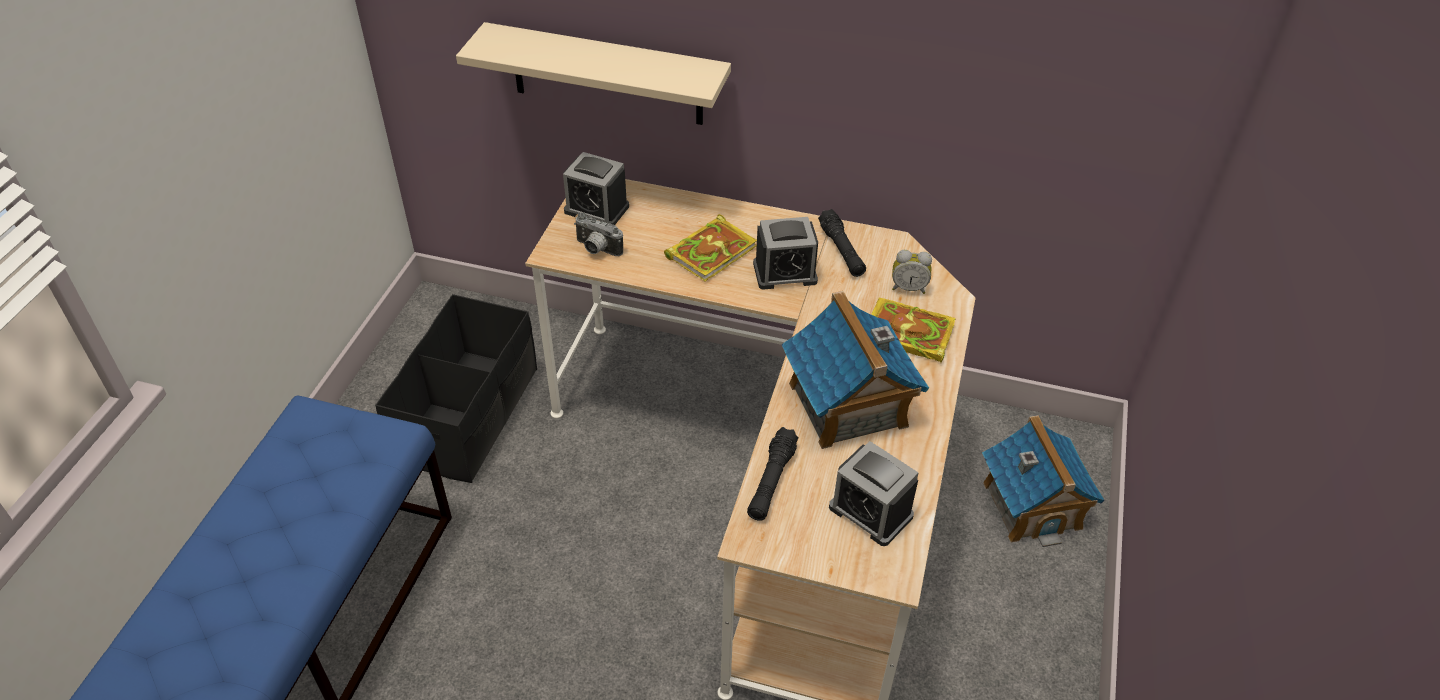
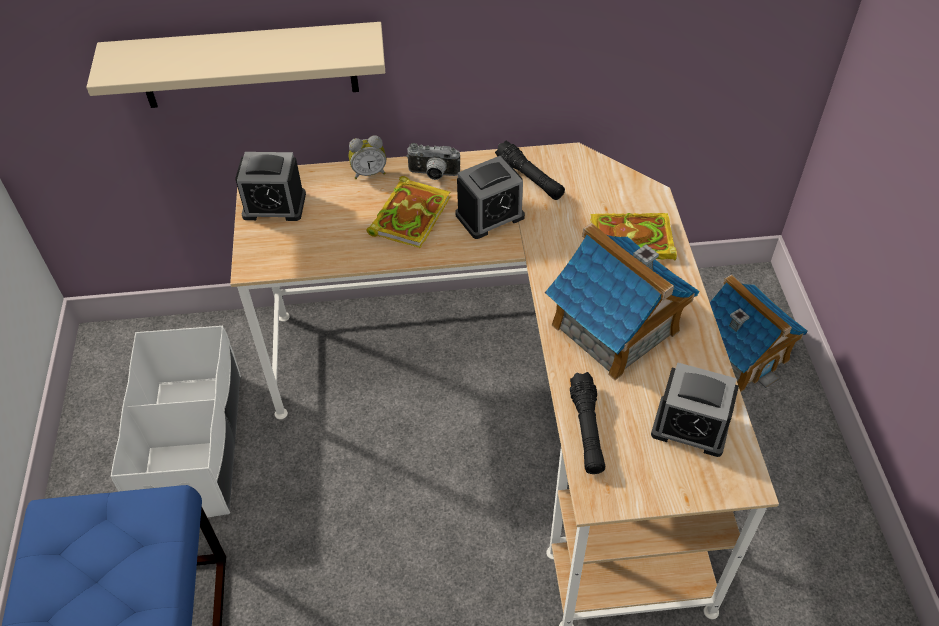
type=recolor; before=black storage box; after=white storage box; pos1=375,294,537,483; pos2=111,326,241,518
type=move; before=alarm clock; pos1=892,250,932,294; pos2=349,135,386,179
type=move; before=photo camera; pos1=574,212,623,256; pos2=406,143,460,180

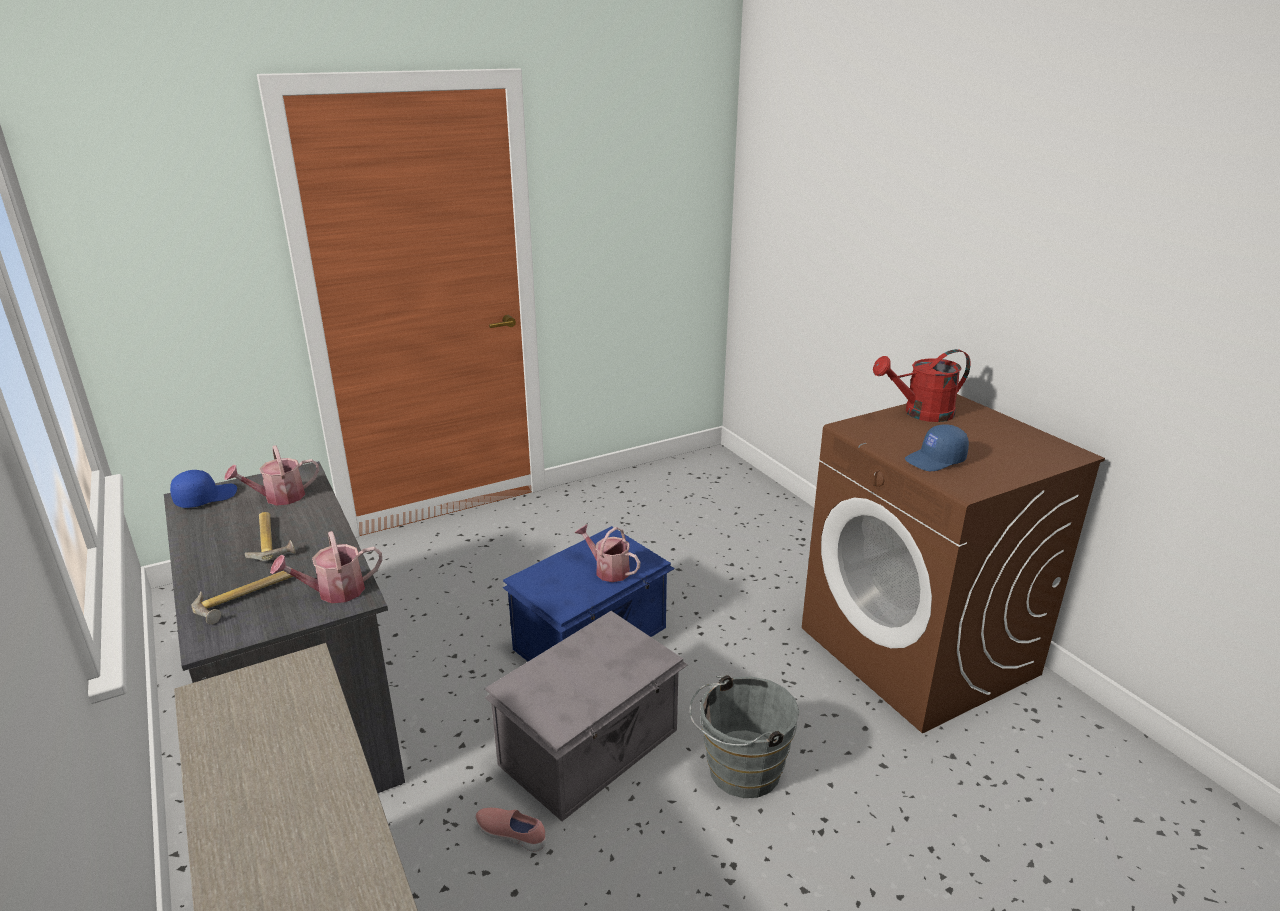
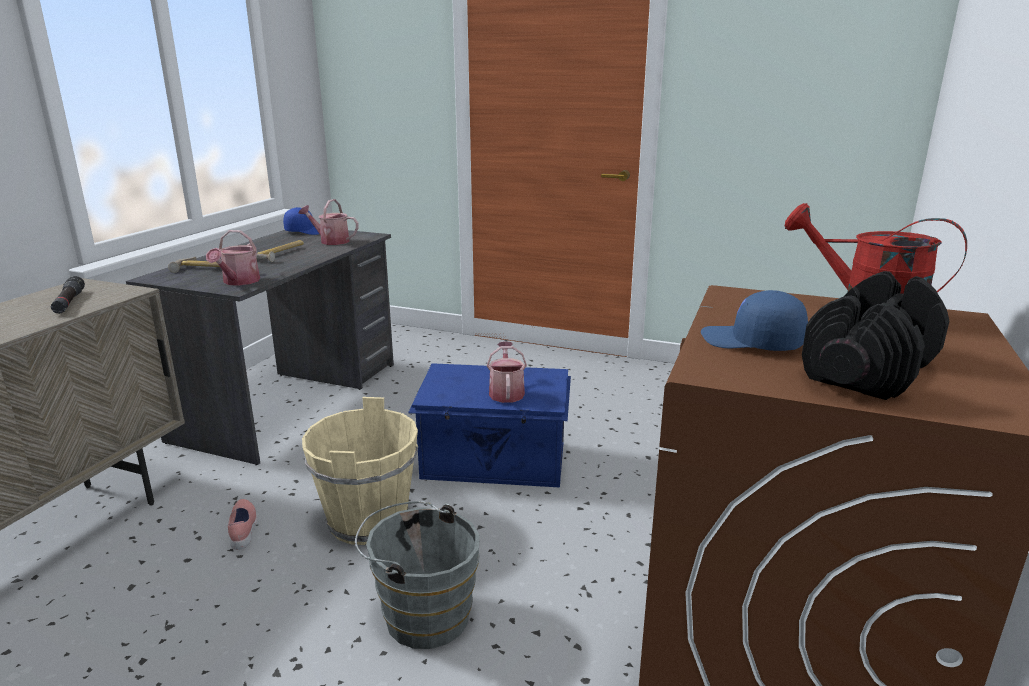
type=insert; after=black flashlight; pos2=51,276,85,314
type=rotate; before=watering can; pos1=270,531,382,603; pos2=206,230,260,286; turn=-105
type=replace; before=grey storage box; after=beige bucket; pos1=485,611,688,821; pos2=302,397,418,545
type=insert; after=black dumbbell; pos2=802,271,949,400

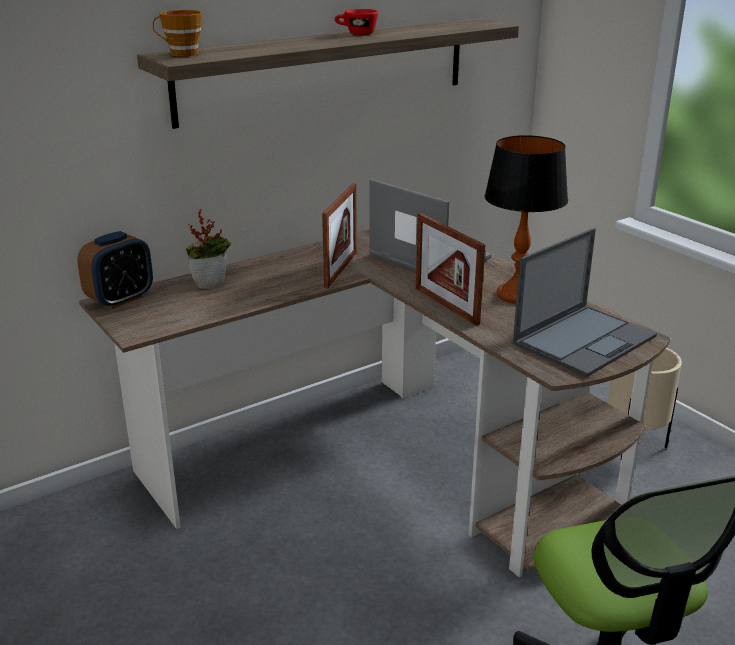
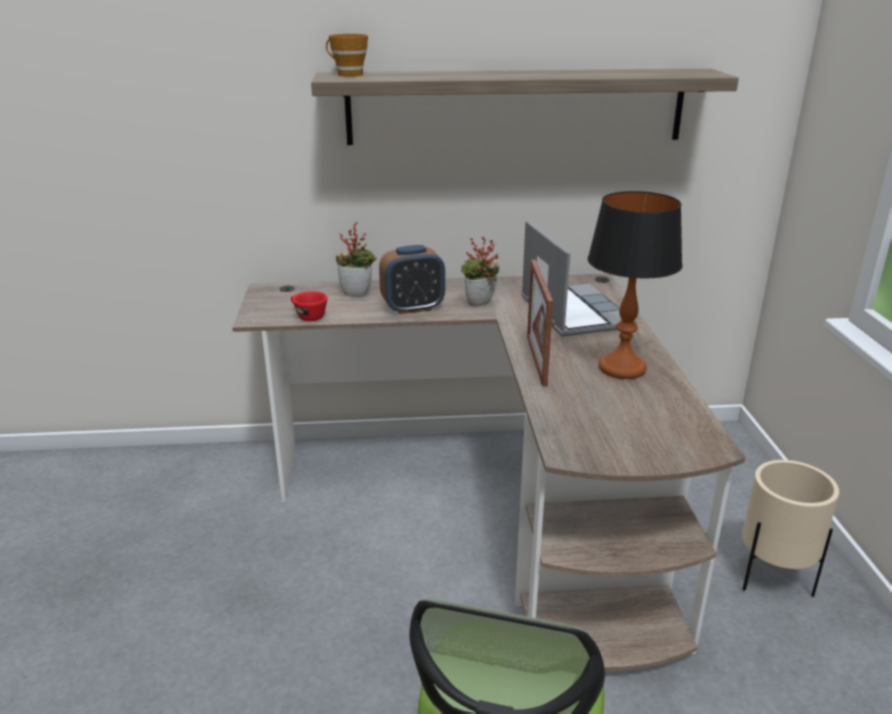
type=move; before=red cup; pos1=335,9,378,35; pos2=291,291,327,321
type=move; before=alarm clock; pos1=77,231,153,309; pos2=379,245,445,314
type=replace; before=picture frame; after=potted plant; pos1=322,183,357,288; pos2=461,236,499,306
type=delete; before=laptop; pos1=513,228,657,377

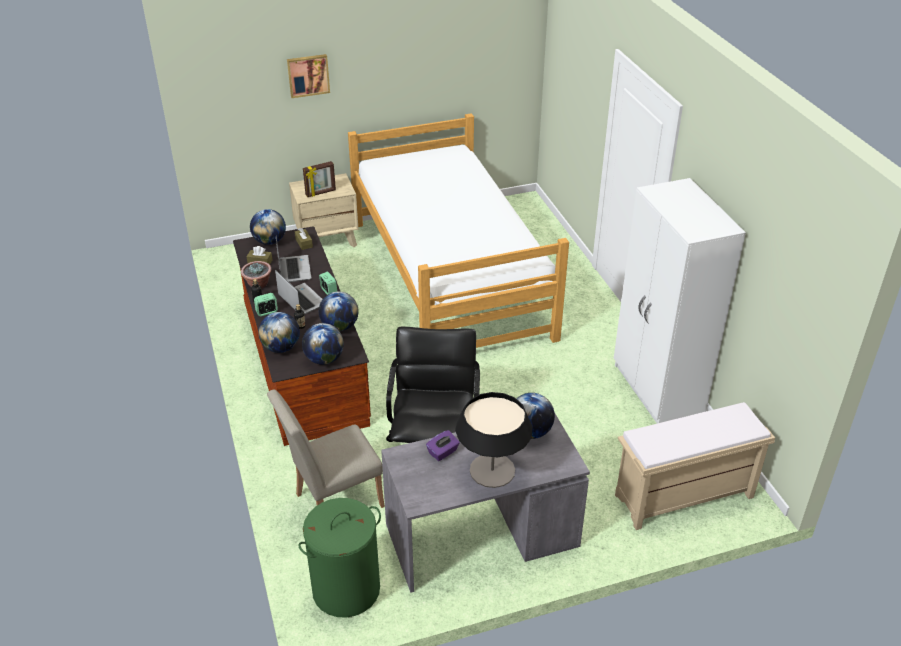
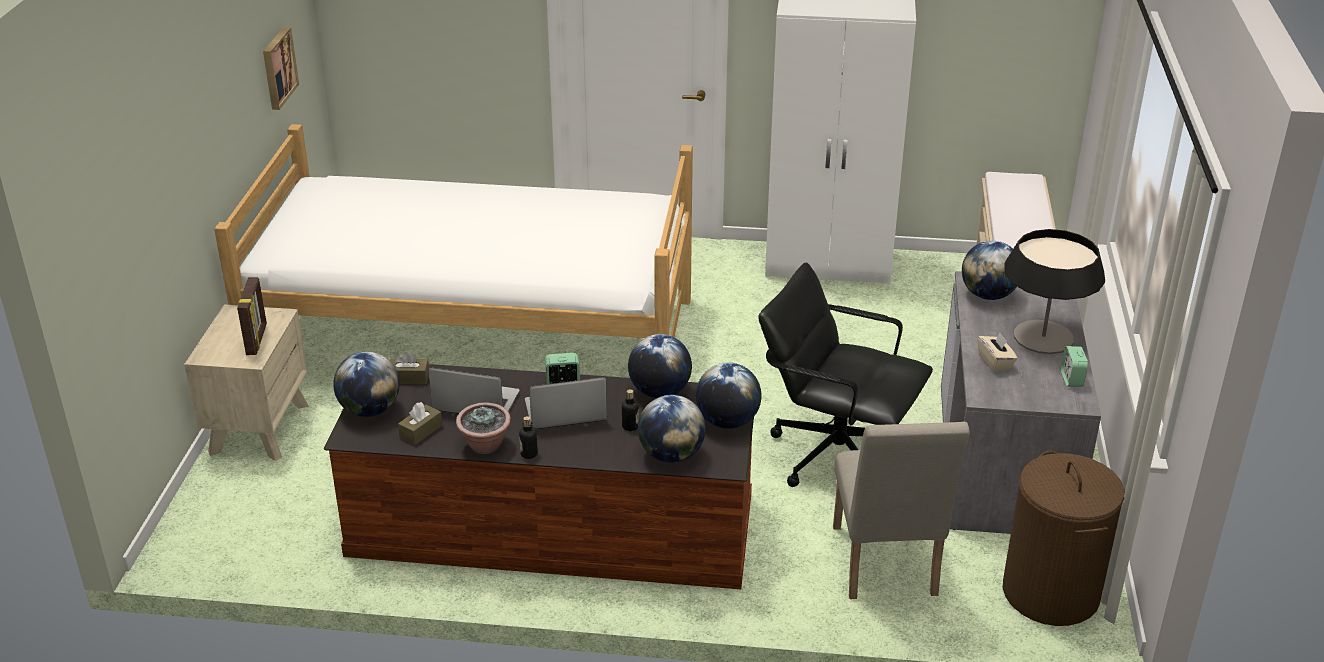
type=move; before=picture; pos1=287,54,330,98; pos2=263,27,299,110
type=recolor; before=purple tissue box; after=beige tissue box; pos1=426,430,460,461; pos2=978,332,1017,372
type=recolor; before=green laundry basket; after=brown laundry basket; pos1=298,498,381,618; pos2=1003,451,1125,626
type=move; before=alarm clock; pos1=254,293,278,316; pos2=1061,346,1088,387

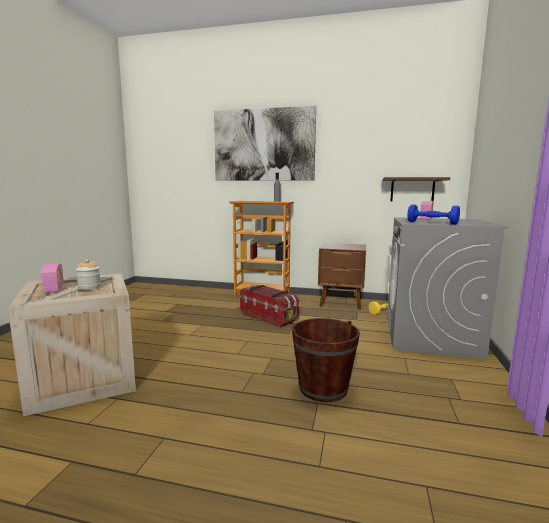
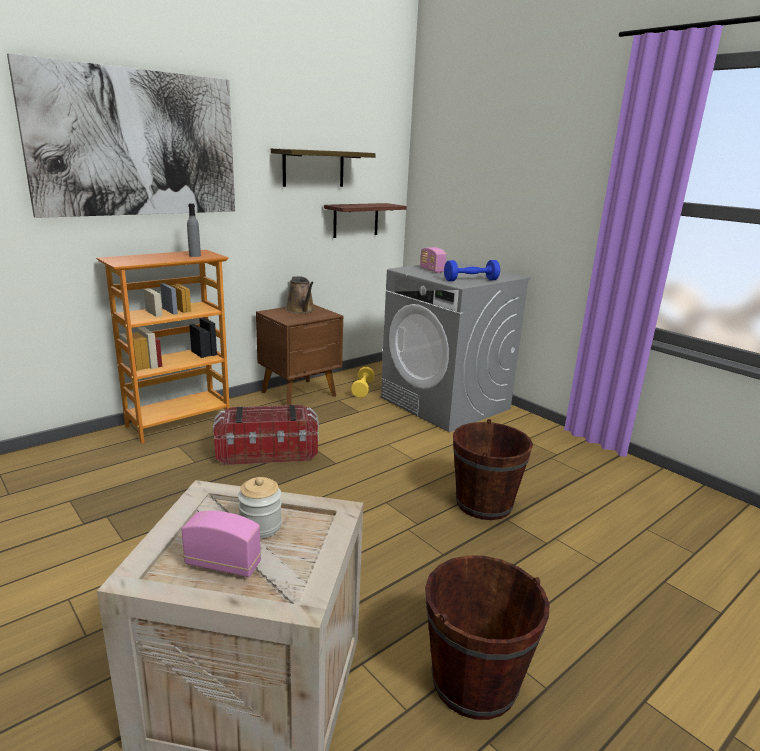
type=insert; after=shelf; pos2=271,148,376,187
type=insert; after=brown watering can; pos2=286,276,315,314
type=insert; after=brown bucket; pos2=425,555,550,720

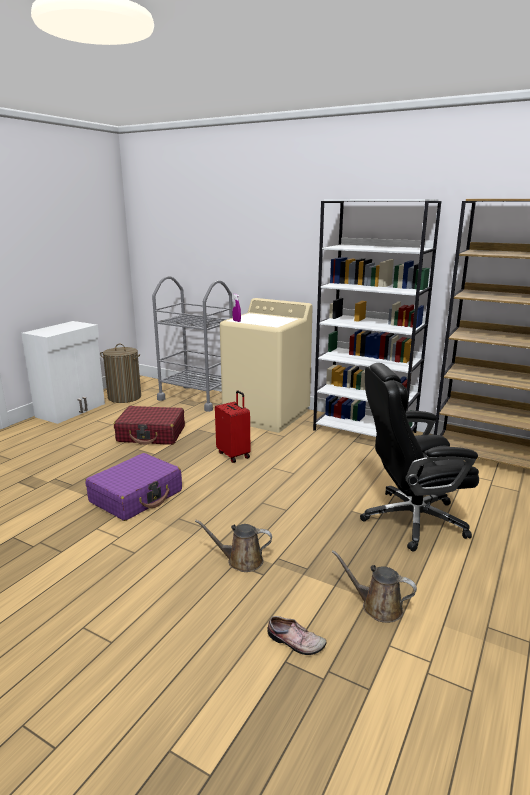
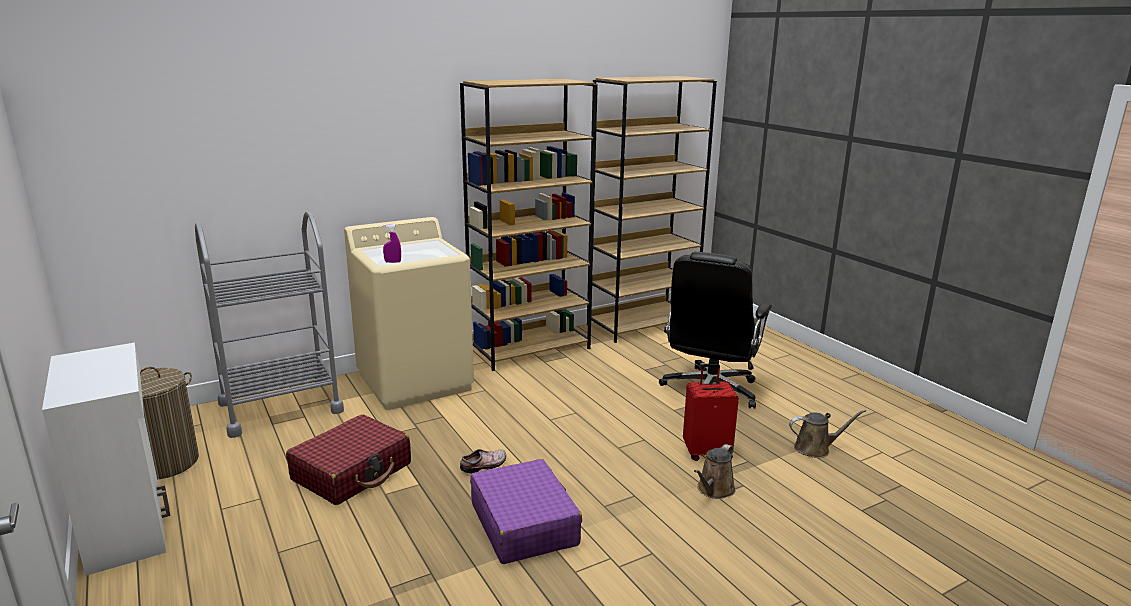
type=recolor; before=white bookcase; after=brown bookcase; pos1=313,199,441,437; pos2=460,79,598,371
type=move; before=shoe; pos1=267,616,326,655; pos2=460,449,506,473
type=move; before=red suitcase; pos1=215,391,250,463; pos2=683,364,739,461
type=rotate; before=brown watering can; pos1=332,550,417,623; pos2=789,410,866,458; turn=-150

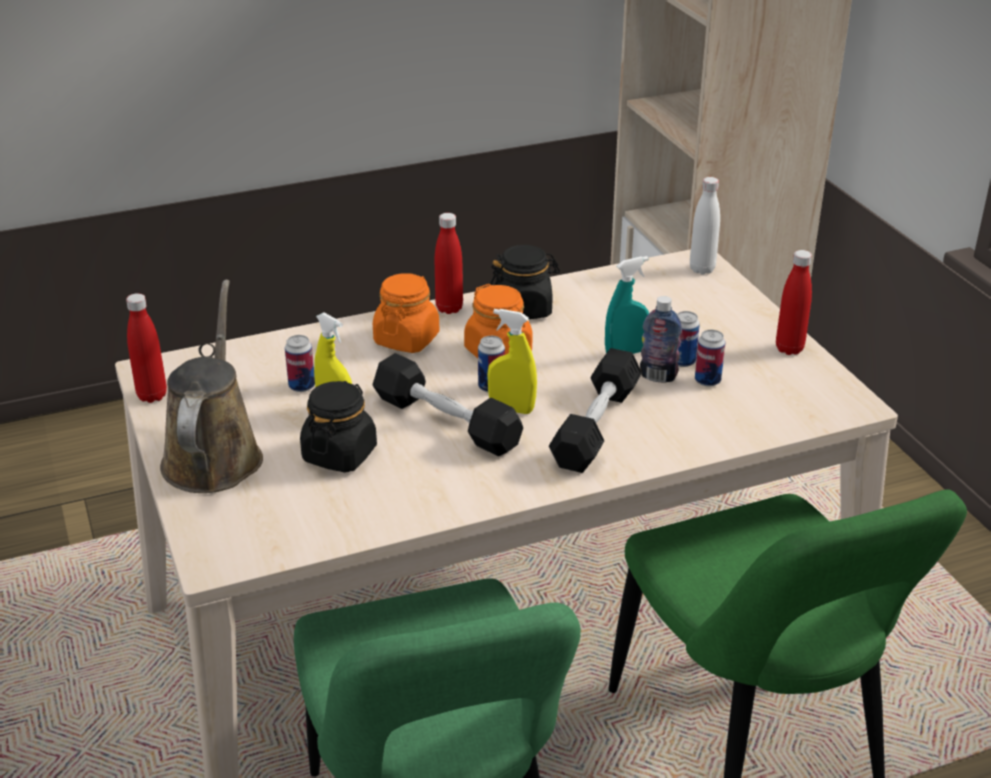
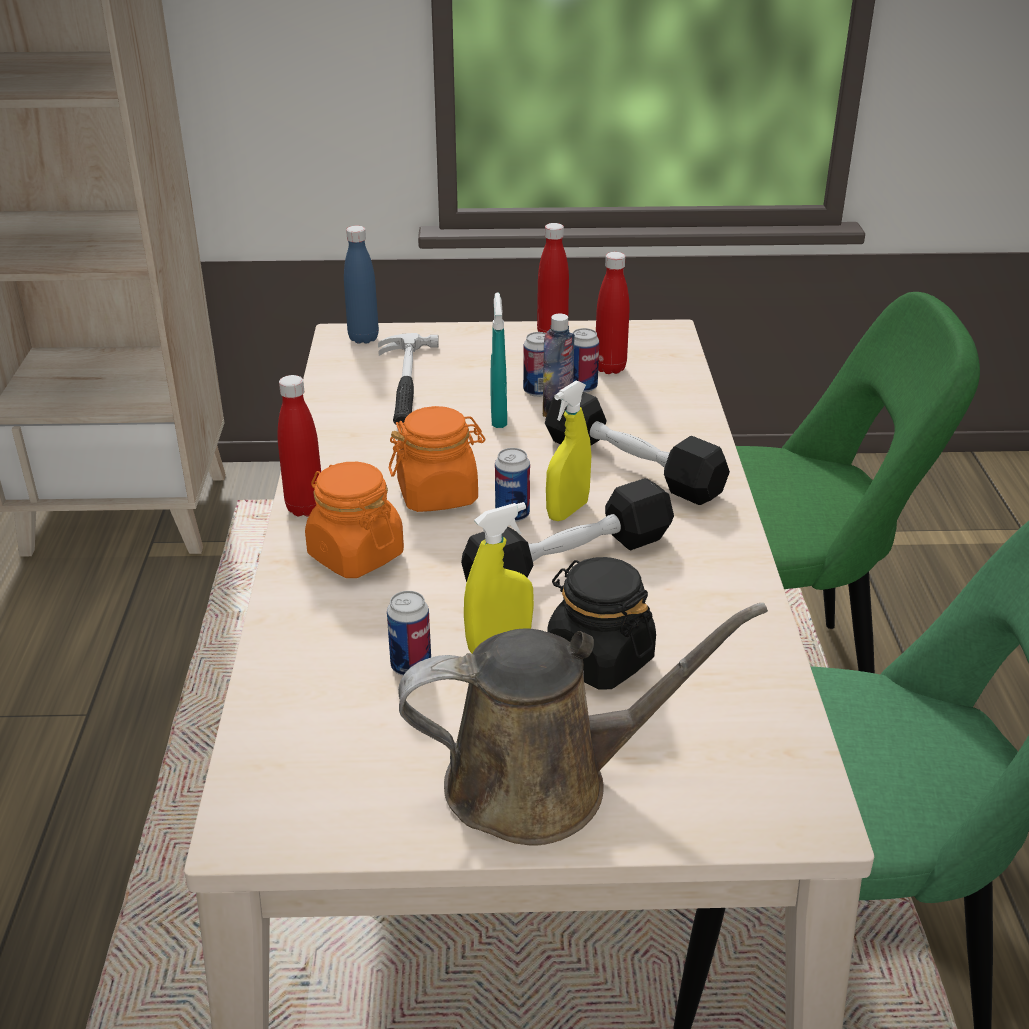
type=recolor; before=white bottle; after=blue bottle; pos1=690,177,720,274; pos2=344,226,379,344
type=insert; after=hammer; pos2=378,333,439,424
type=rotate; before=brown watering can; pos1=160,280,263,493; pos2=398,603,768,845; turn=150
type=move; before=red bottle; pos1=126,293,167,403; pos2=596,252,630,374
type=delete; before=black jar; pos1=490,245,560,319

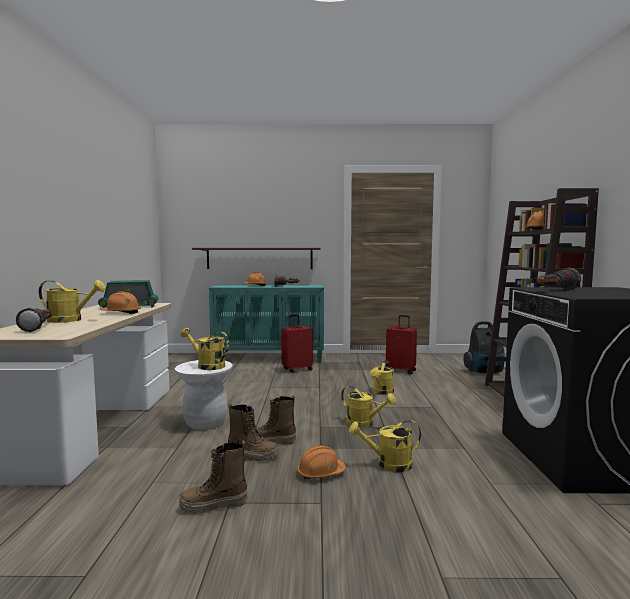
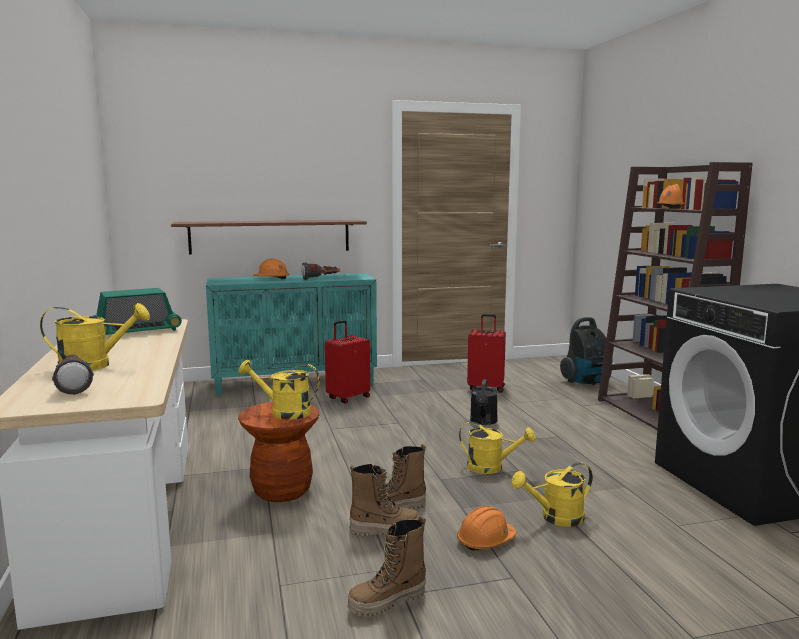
type=recolor; before=white stool; after=brown stool; pos1=175,360,232,429; pos2=238,402,319,502
type=recolor; before=yellow watering can; after=black watering can; pos1=370,360,394,395; pos2=470,379,498,425
type=delete; before=orange hard hat; pos1=100,291,141,314
type=delete; before=flashlight; pos1=537,268,581,290

